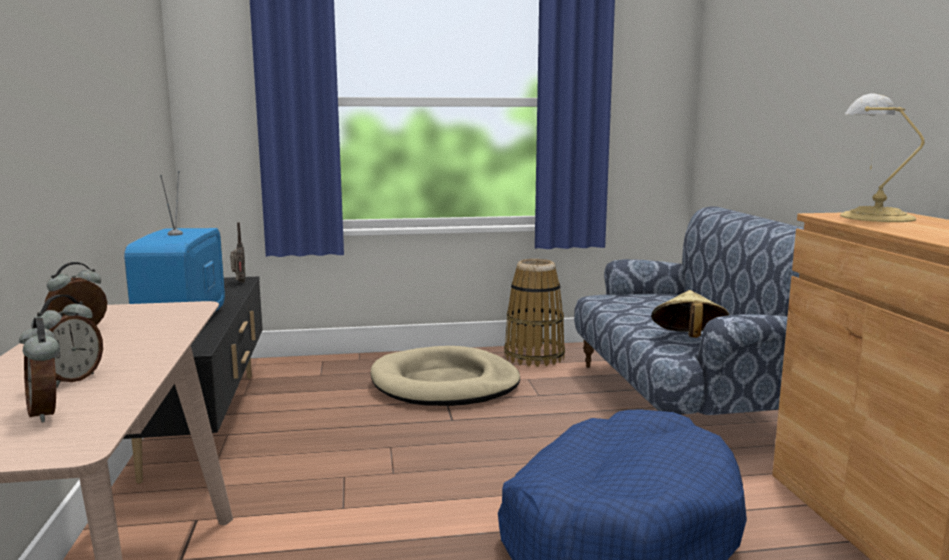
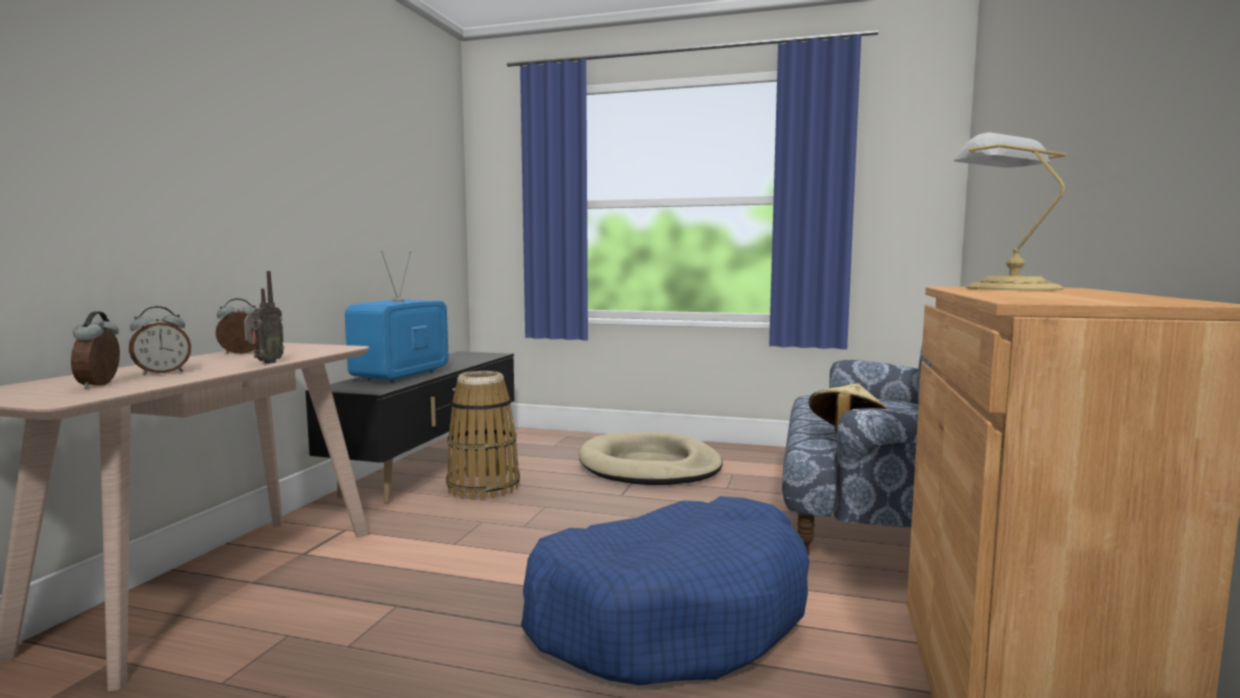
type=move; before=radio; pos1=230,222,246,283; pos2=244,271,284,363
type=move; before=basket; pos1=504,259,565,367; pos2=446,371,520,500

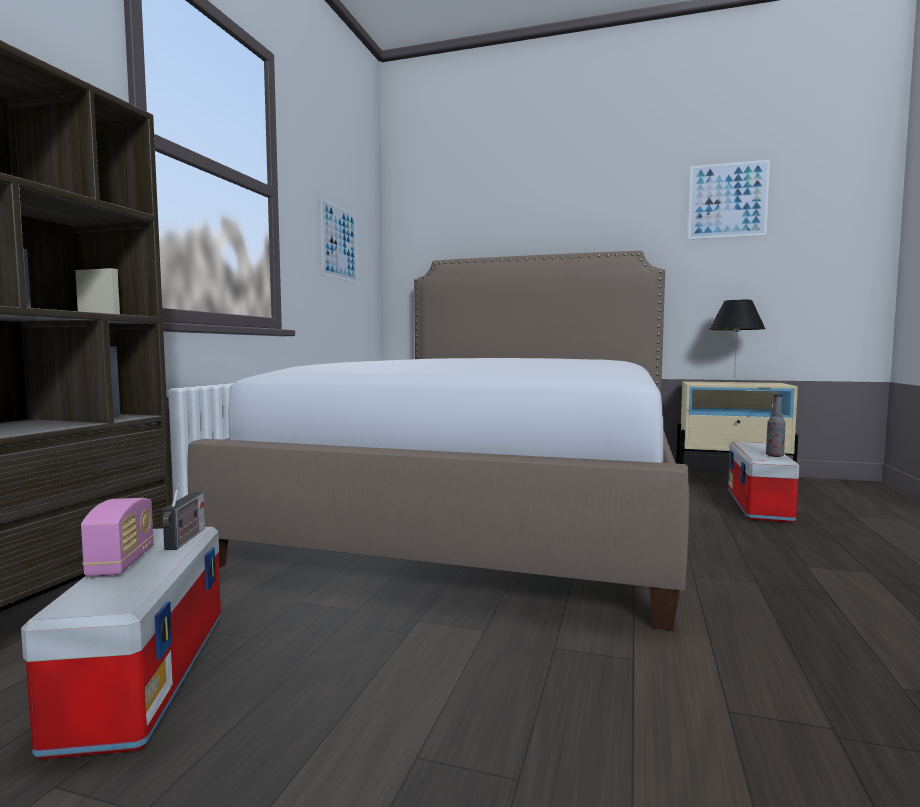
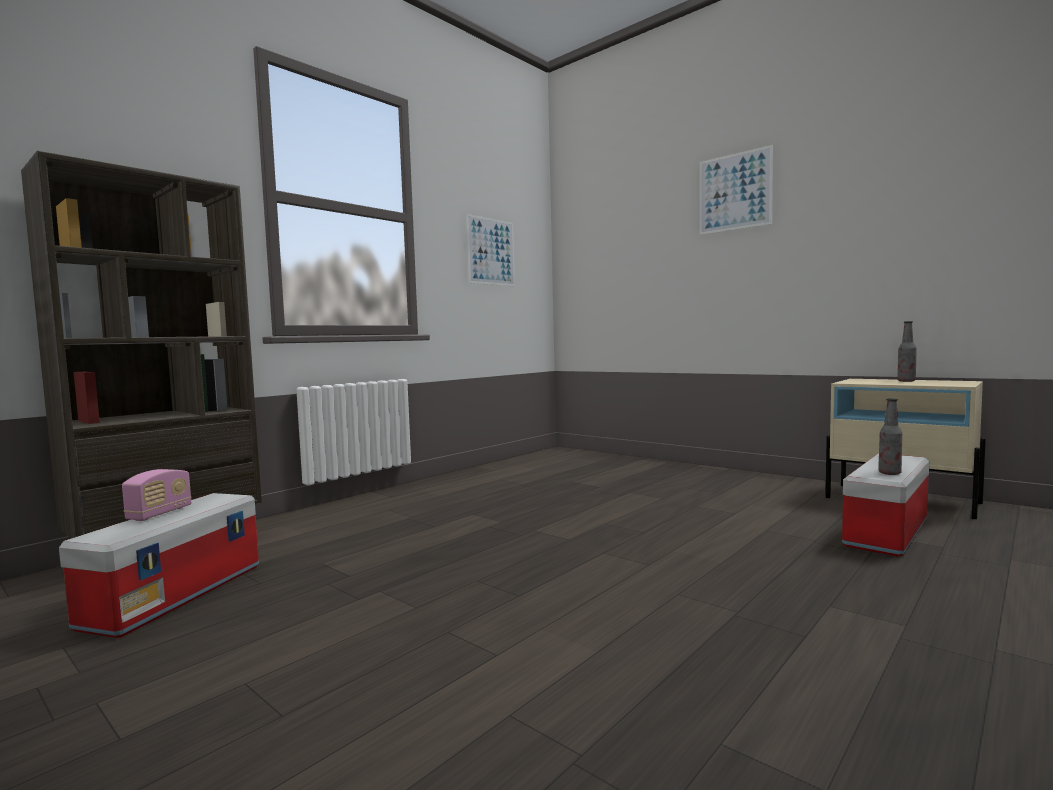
type=move; before=picture; pos1=688,159,770,239; pos2=699,145,773,235
type=replace; before=black table lamp; after=bottle; pos1=709,300,766,383; pos2=897,321,917,382
type=delete; before=radio; pos1=162,481,205,550
type=delete; before=bed; pos1=187,251,689,630

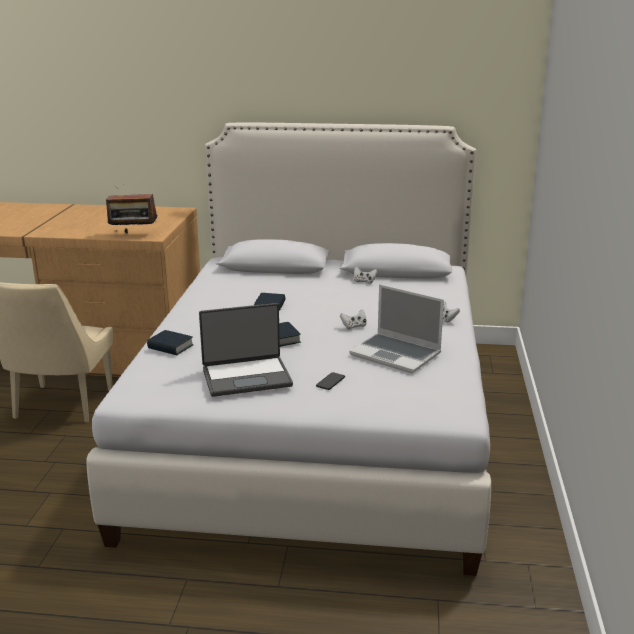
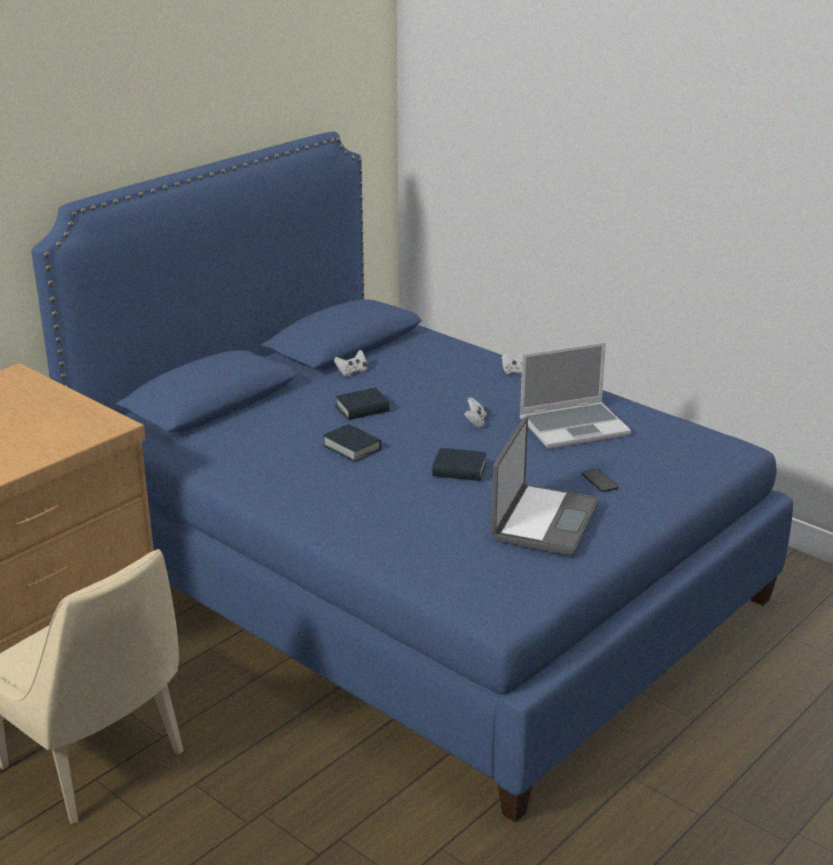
type=recolor; before=white bed; after=blue bed; pos1=87,123,491,576; pos2=32,132,793,823
type=move; before=book; pos1=147,330,194,355; pos2=335,388,390,420
type=delete; before=radio; pos1=106,194,157,233

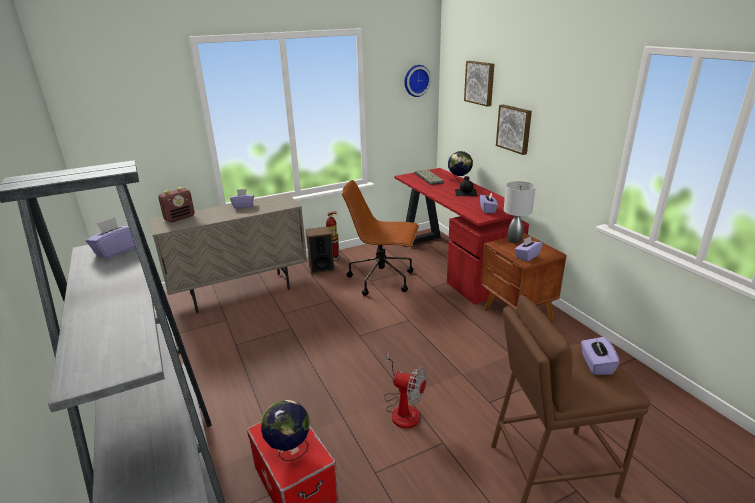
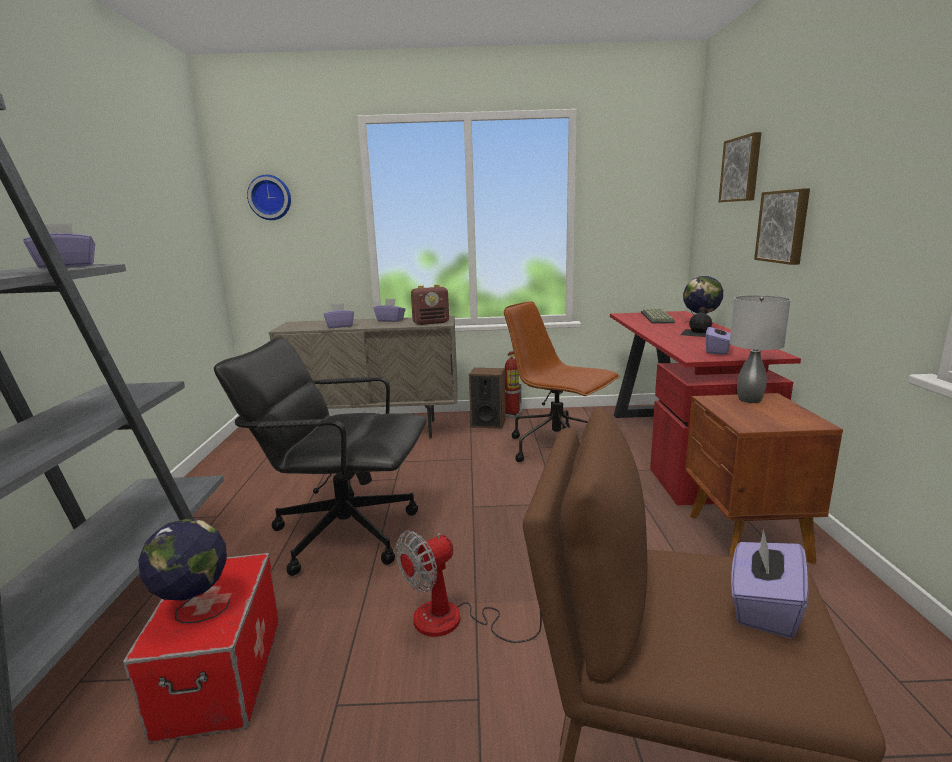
type=insert; after=black office chair; pos2=214,337,427,576
type=move; before=wall clock; pos1=404,65,431,97; pos2=247,175,291,220
type=move; before=purple tissue box; pos1=515,236,543,262; pos2=324,303,354,328
type=rotate; before=fan; pos1=384,353,427,428; pos2=396,531,542,643; turn=90
type=move; before=radio; pos1=158,187,195,222; pos2=411,284,449,325

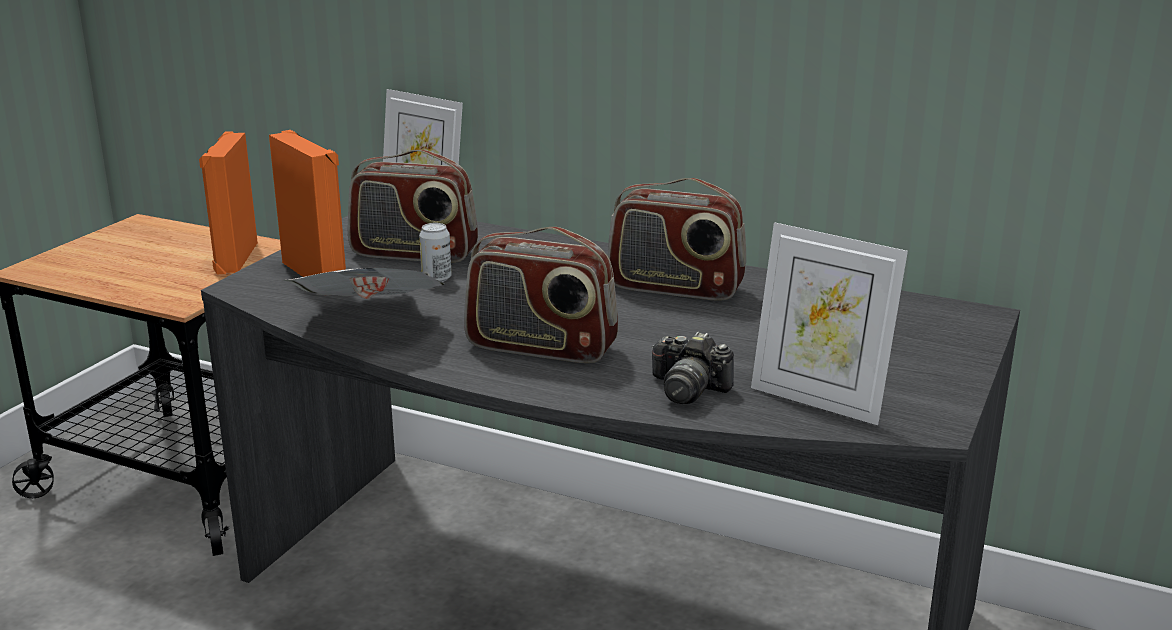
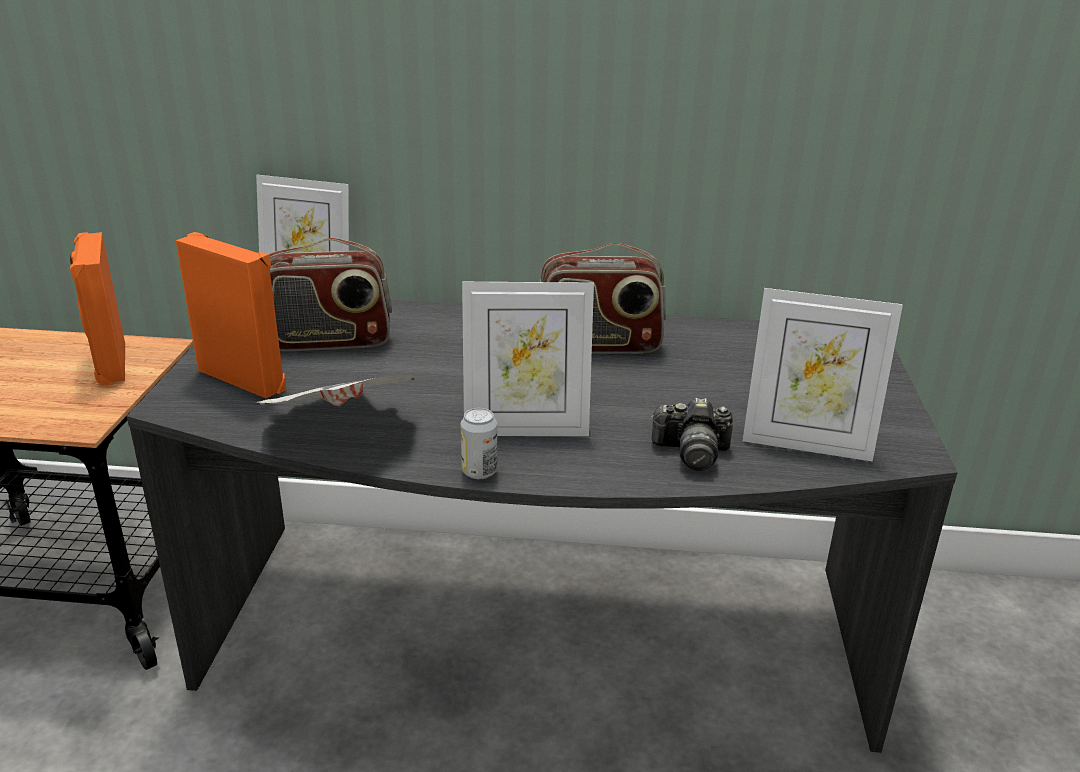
type=move; before=can; pos1=419,223,451,282; pos2=461,408,497,479
type=replace; before=radio; after=picture frame; pos1=464,227,618,363; pos2=462,282,594,436

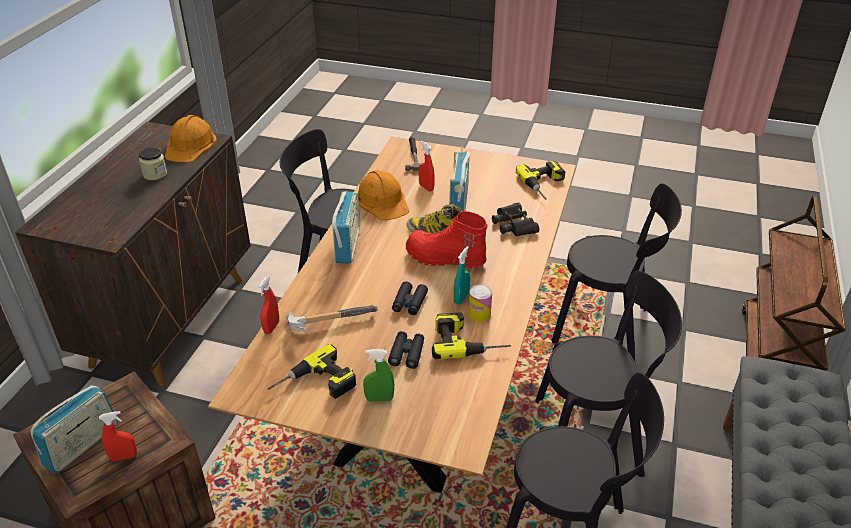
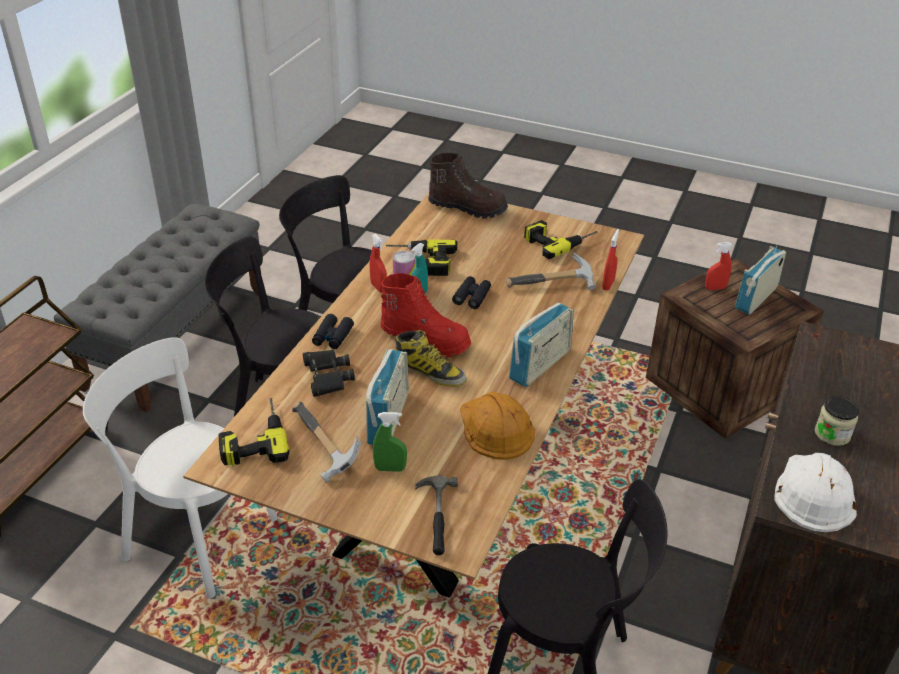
type=recolor; before=black chair; after=white chair; pos1=551,183,682,361; pos2=83,337,277,598
type=insert; after=hammer; pos2=292,402,362,483
type=move; before=black binoculars; pos1=388,331,424,369; pos2=312,314,354,349
type=move; before=red spray bottle; pos1=418,141,435,192; pos2=370,234,387,293
type=move; before=green spray bottle; pos1=363,349,394,402; pos2=373,412,407,472
type=insert; after=brown boot; pos2=428,153,508,219
type=rotate; before=radio; pos1=332,191,360,264; pos2=509,302,574,387; turn=-150
type=recolor; before=orange hard hat; after=white hard hat; pos1=165,115,217,162; pos2=774,453,857,532

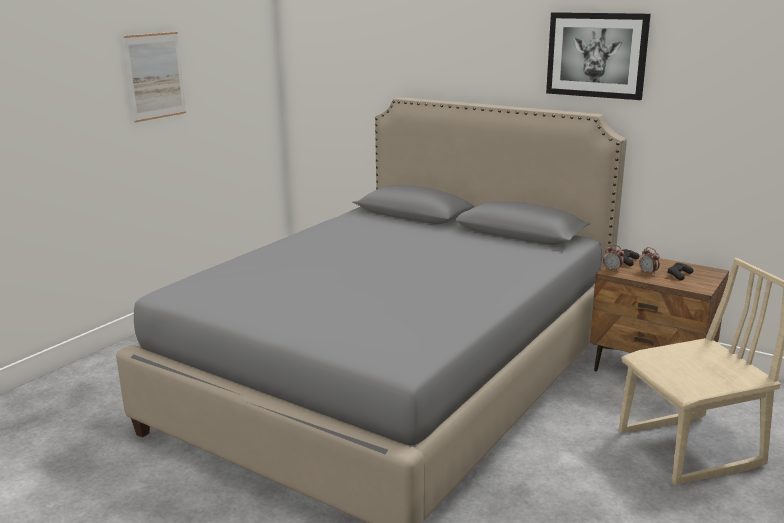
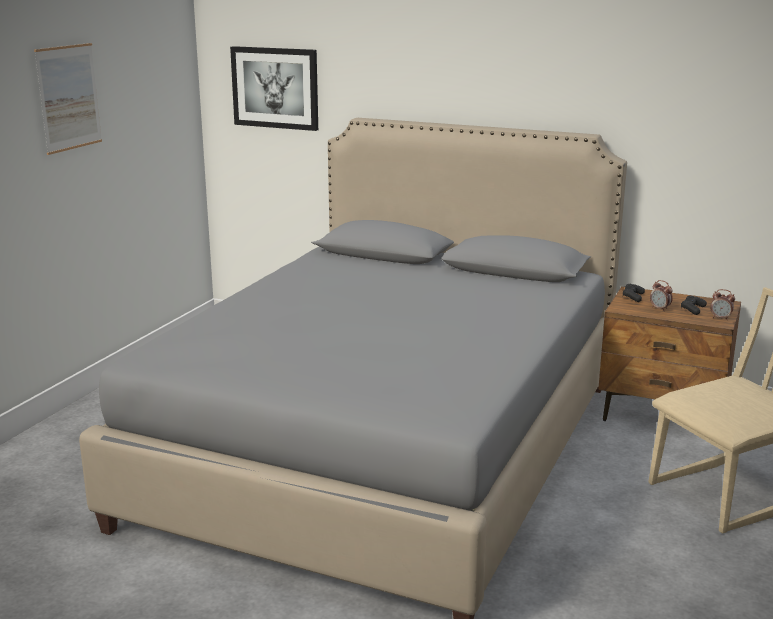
type=move; before=picture; pos1=546,12,651,100; pos2=230,46,318,131
type=move; before=alarm clock; pos1=603,245,624,272; pos2=710,289,735,320

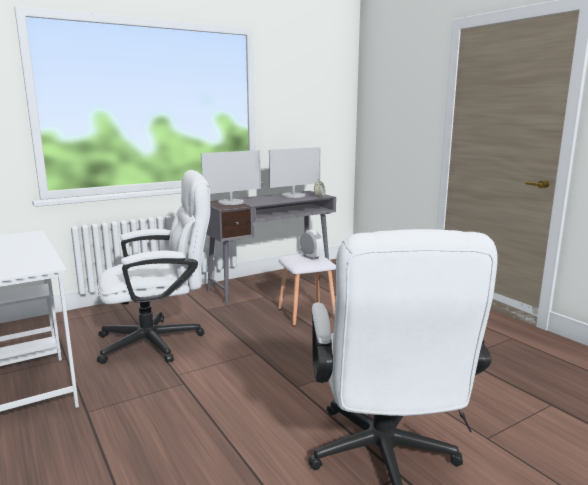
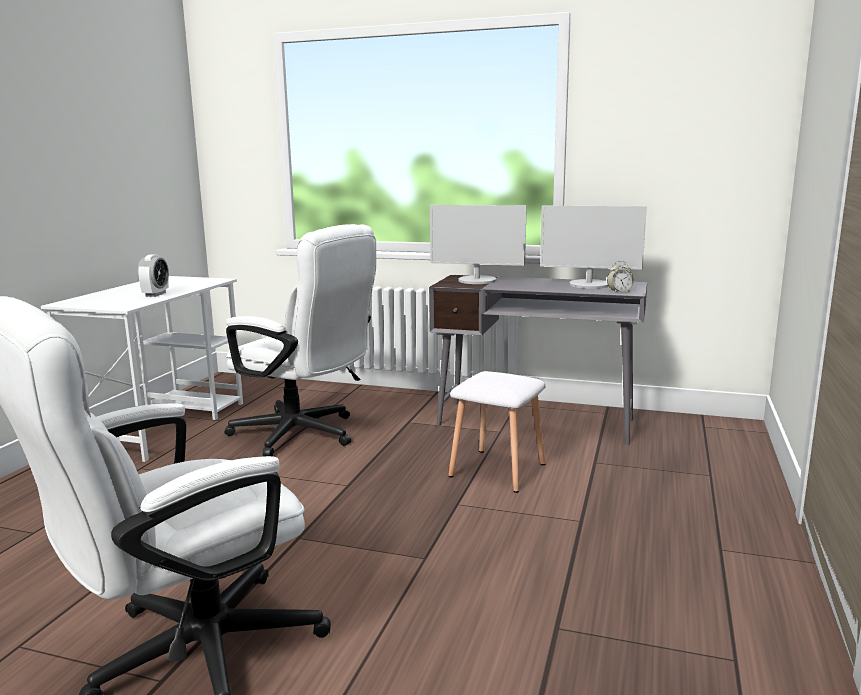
type=move; before=alarm clock; pos1=300,230,323,260; pos2=137,254,169,297

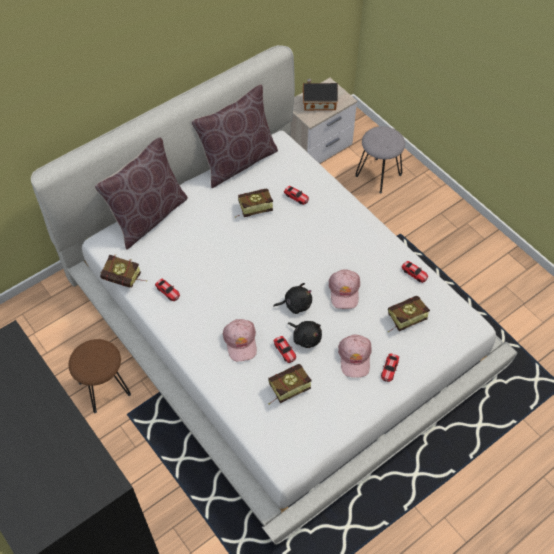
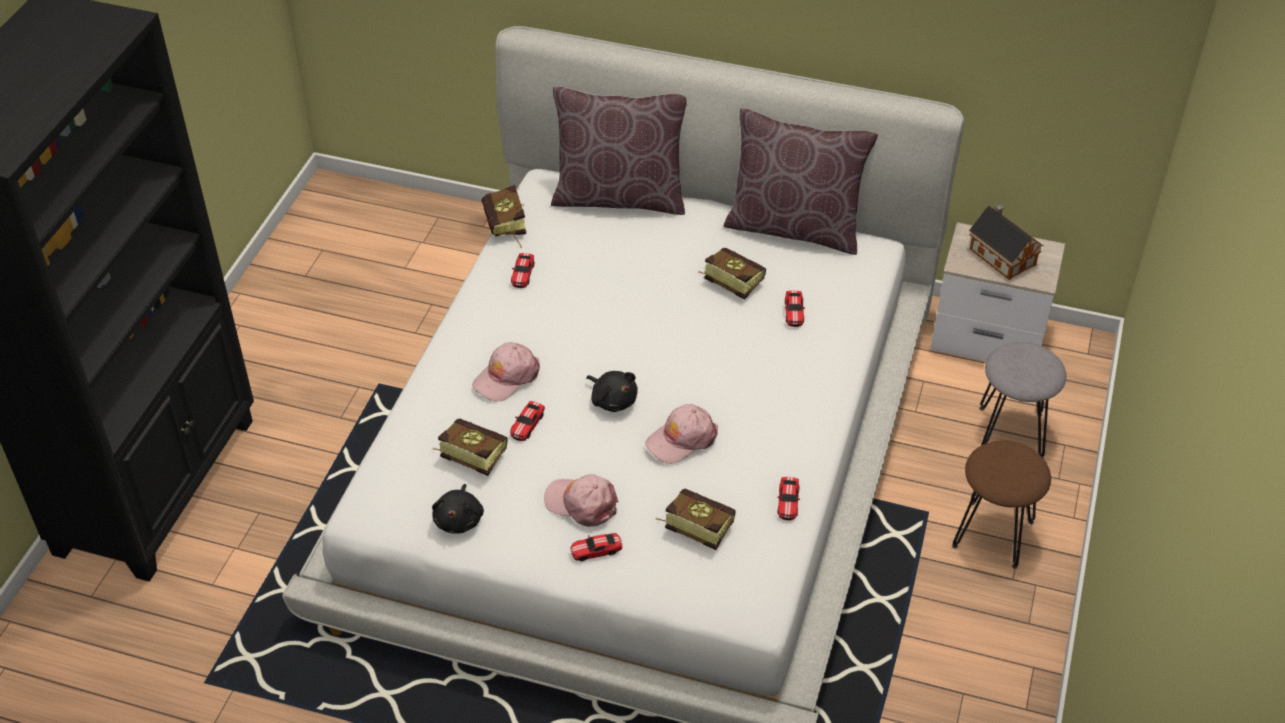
type=move; before=black plush toy; pos1=288,321,322,348; pos2=432,484,484,534
type=rotate; before=pink cap; pos1=338,335,372,378; pos2=544,474,618,527; turn=60
type=move; before=brown stool; pos1=69,339,131,413; pos2=952,441,1051,569

